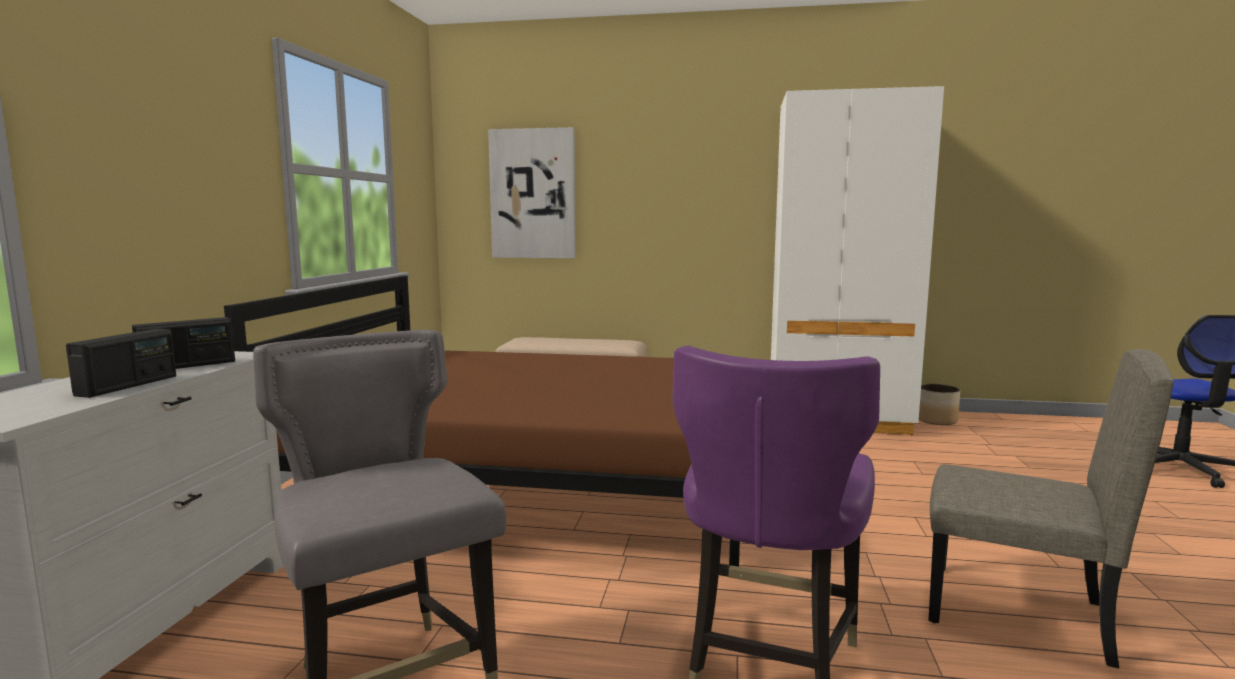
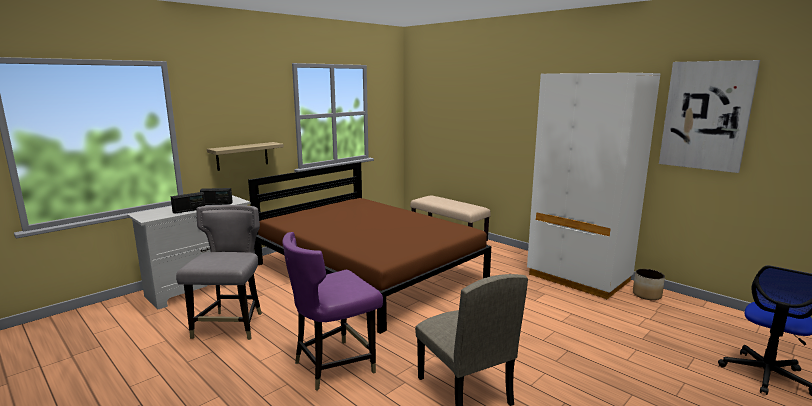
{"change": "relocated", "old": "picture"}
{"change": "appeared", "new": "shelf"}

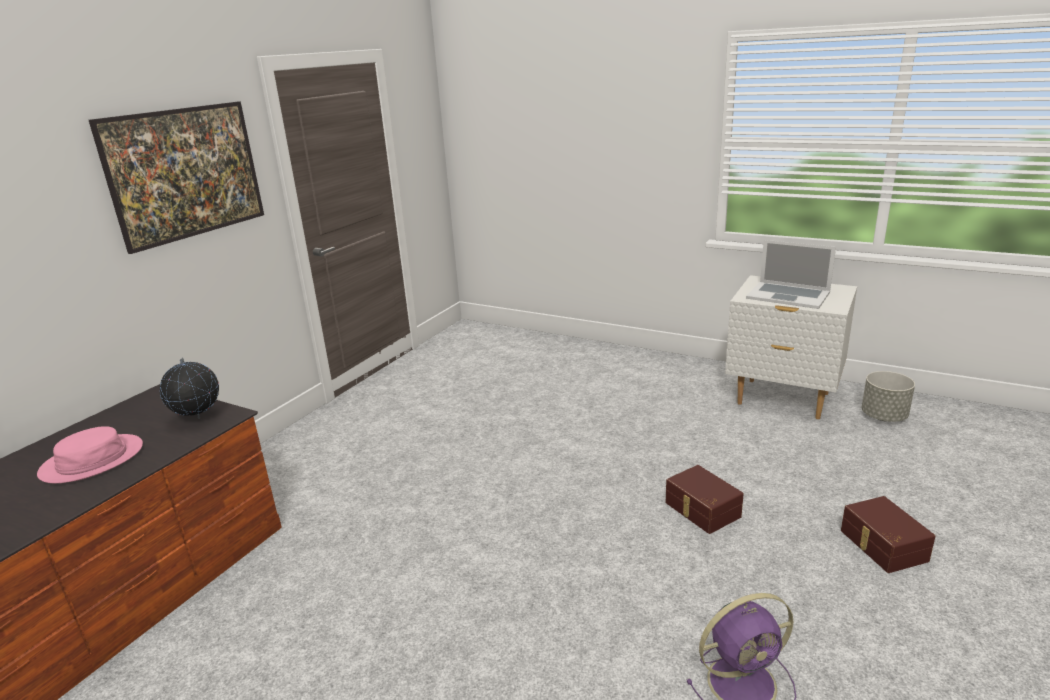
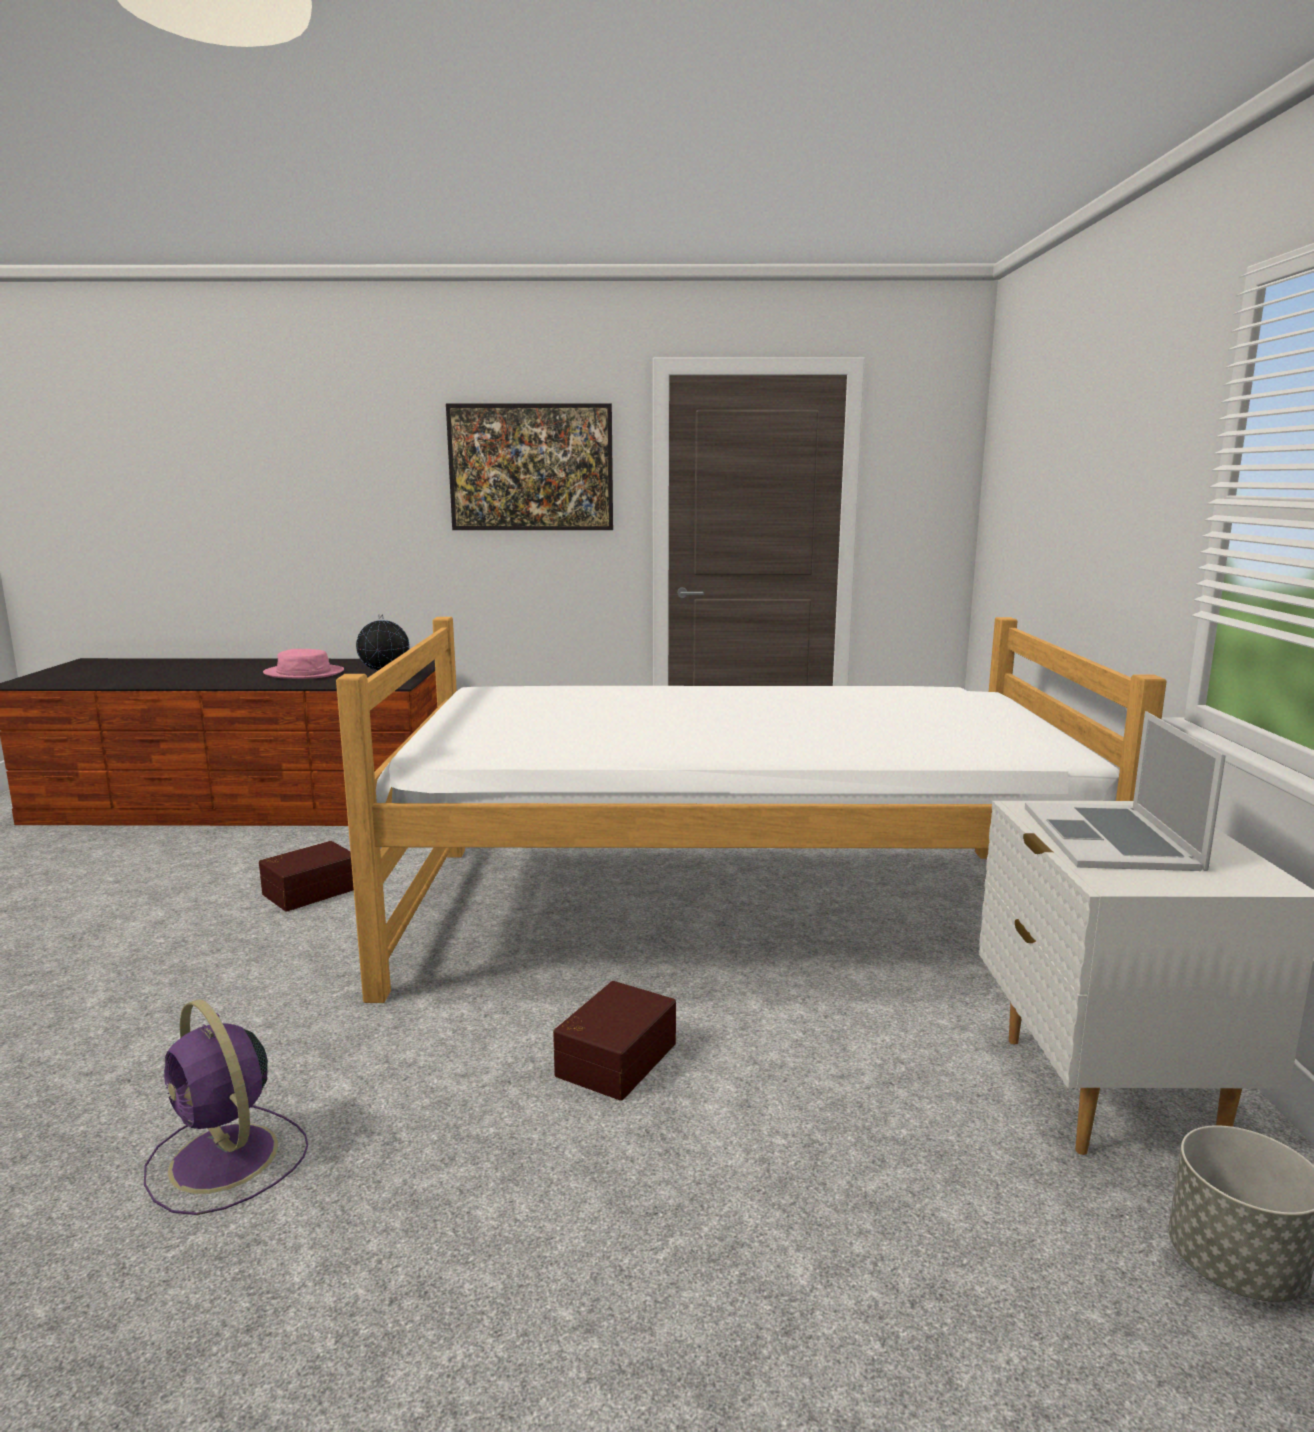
{"change": "relocated", "old": "brown_storage_box (no. 2 from left in the first image)", "new": "brown_storage_box (no. 1 from left)"}
{"change": "appeared", "new": "bed"}

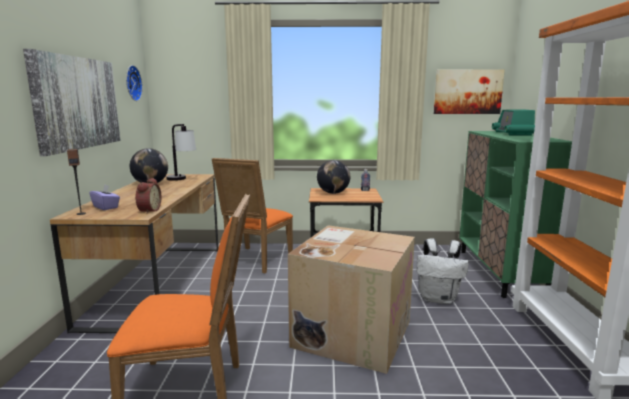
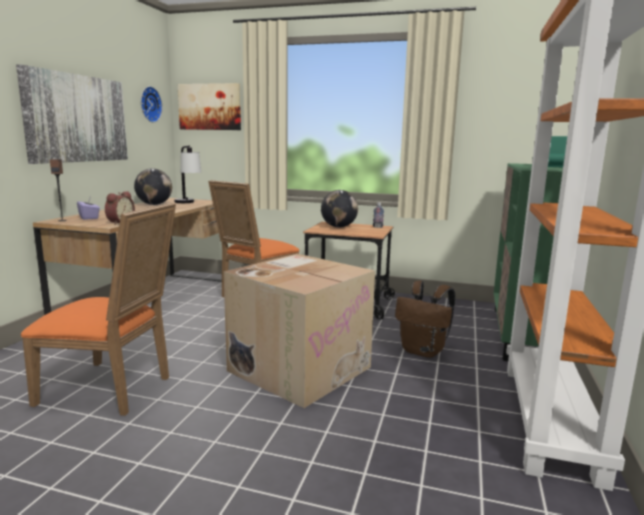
{"change": "colour", "old": "white_backpack", "new": "brown_backpack"}
{"change": "relocated", "old": "picture (no. 2 from left)"}

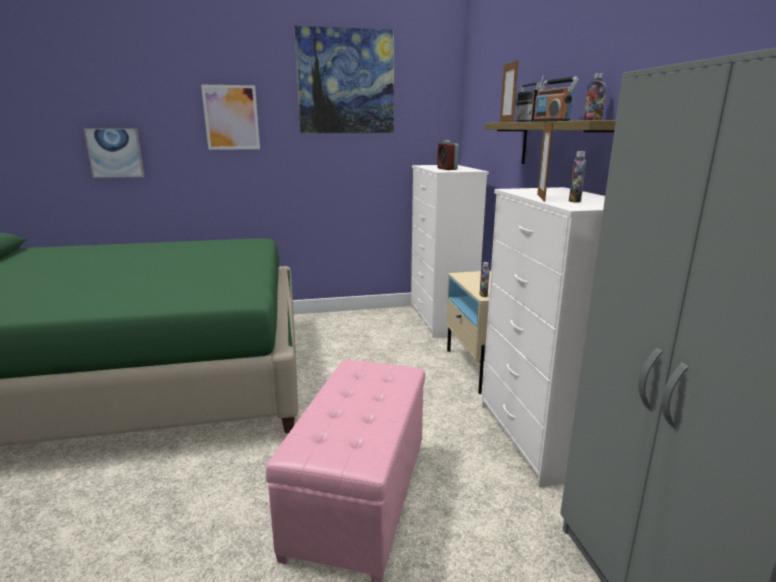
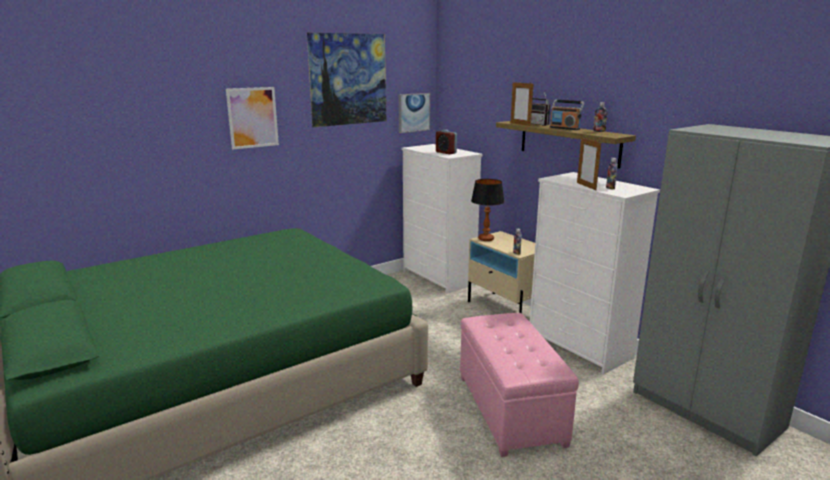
{"change": "relocated", "old": "picture (no. 1 from left in the first image)", "new": "picture (no. 3 from left)"}
{"change": "appeared", "new": "table_lamp"}

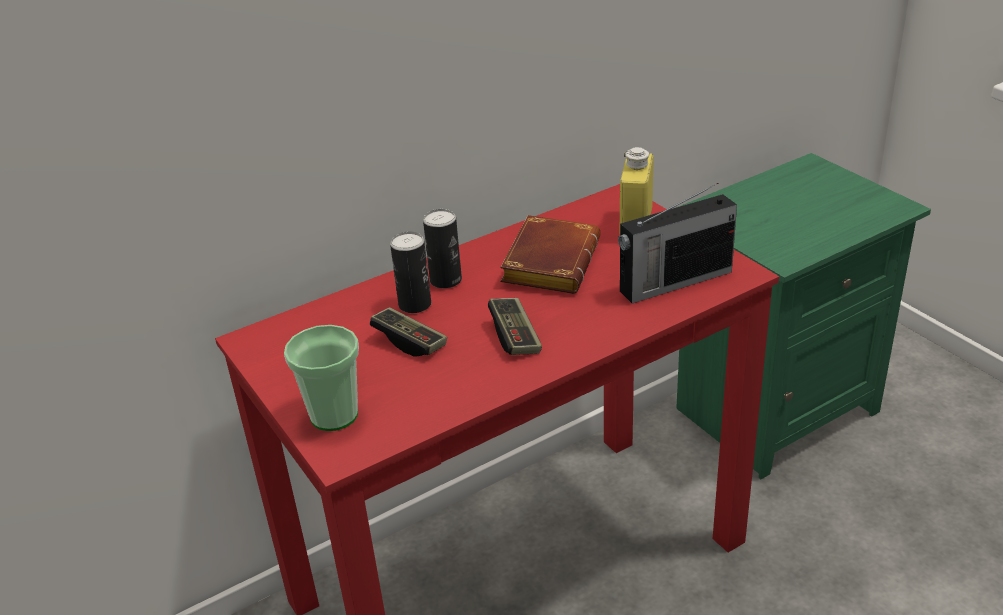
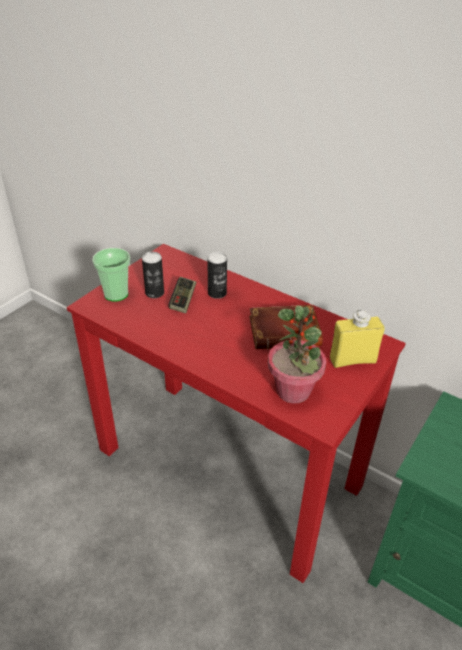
{"change": "relocated", "old": "can (no. 2 from left in the first image)", "new": "can (no. 1 from left)"}
{"change": "missing", "old": "game_controller (no. 2 from left)"}
{"change": "exchanged", "old": "radio", "new": "potted_plant"}

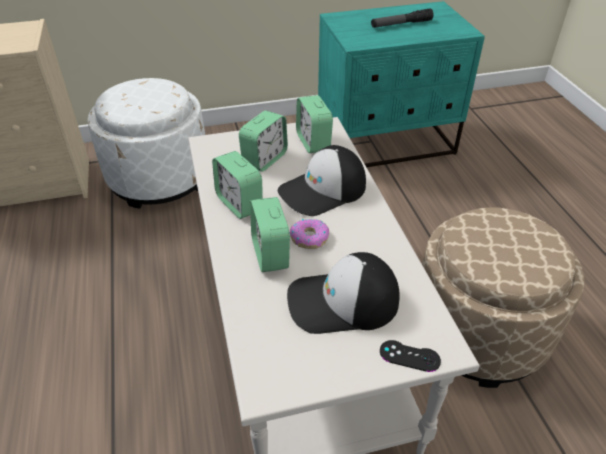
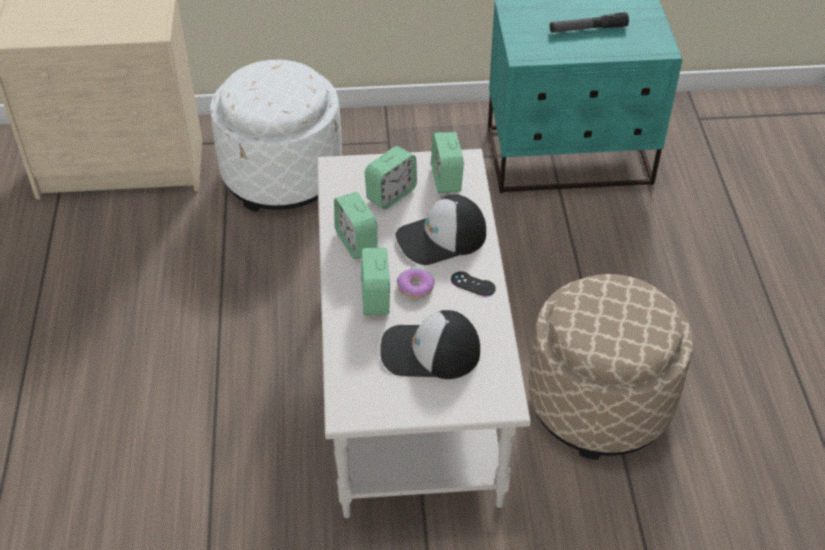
{"change": "relocated", "old": "black_game_controller"}

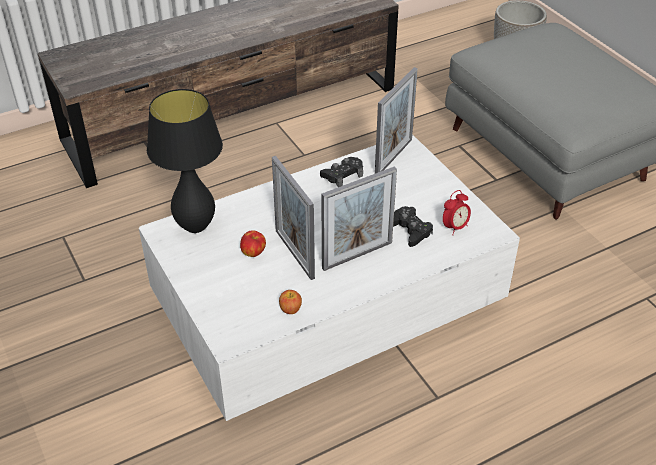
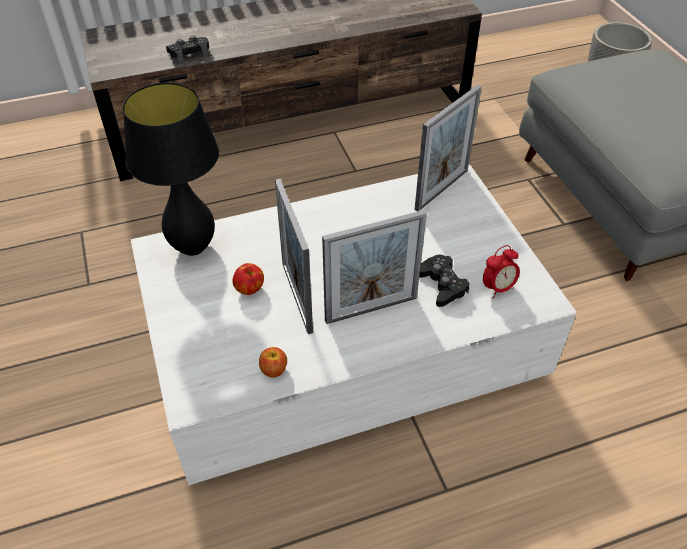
{"change": "relocated", "old": "black_game_controller (no. 1 from left)"}

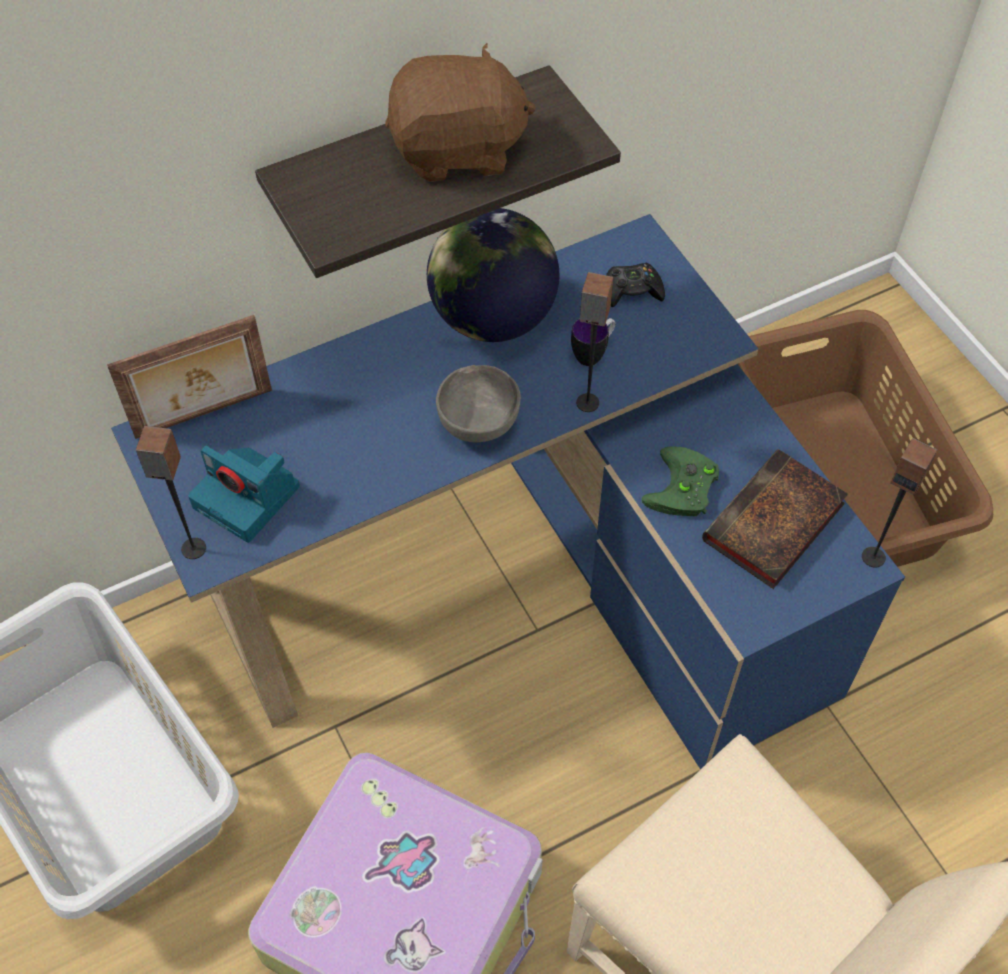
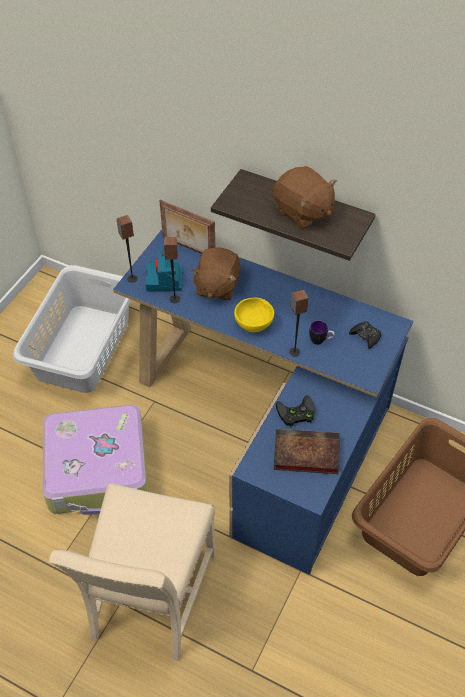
{"change": "missing", "old": "globe"}
{"change": "colour", "old": "grey_bowl", "new": "yellow_bowl"}
{"change": "colour", "old": "green_game_controller", "new": "black_game_controller (no. 1 from left)"}
{"change": "relocated", "old": "speaker (no. 3 from left in the first image)", "new": "speaker (no. 2 from left)"}
{"change": "appeared", "new": "brown_plush_toy (no. 1 from left)"}

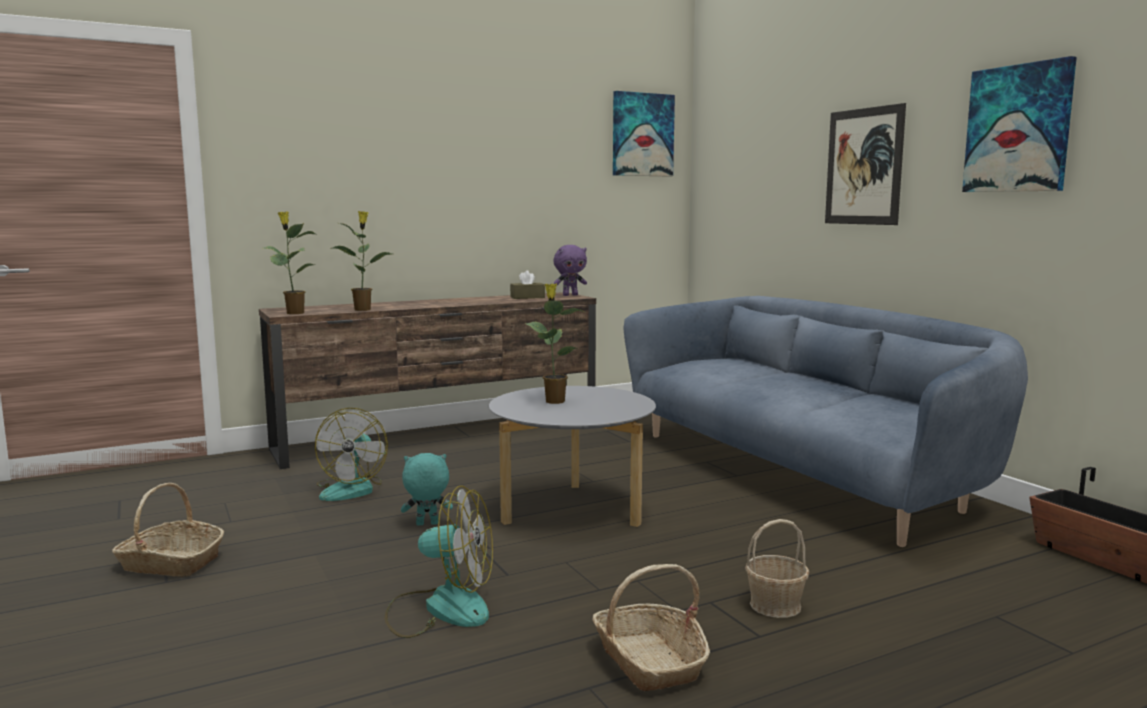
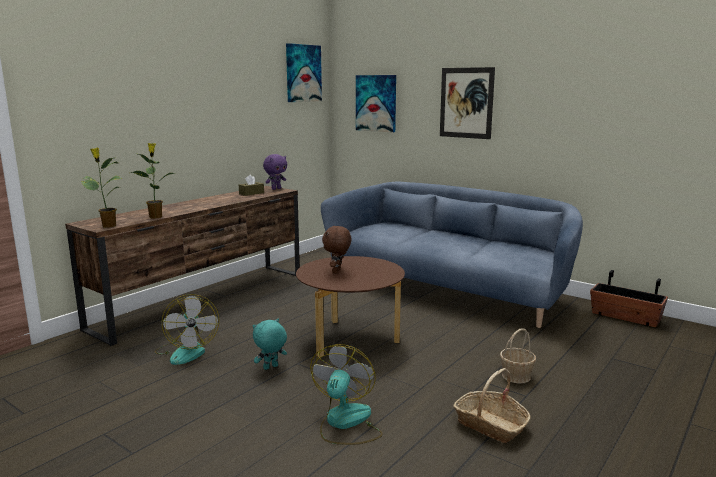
{"change": "missing", "old": "basket (no. 1 from left)"}
{"change": "spun", "old": "fan (no. 2 from left)", "degrees": -60}
{"change": "colour", "old": "grey_coffee_table", "new": "brown_coffee_table"}
{"change": "exchanged", "old": "potted_plant (no. 3 from left)", "new": "brown_plush_toy"}
{"change": "relocated", "old": "picture (no. 3 from left in the first image)", "new": "picture (no. 2 from left)"}

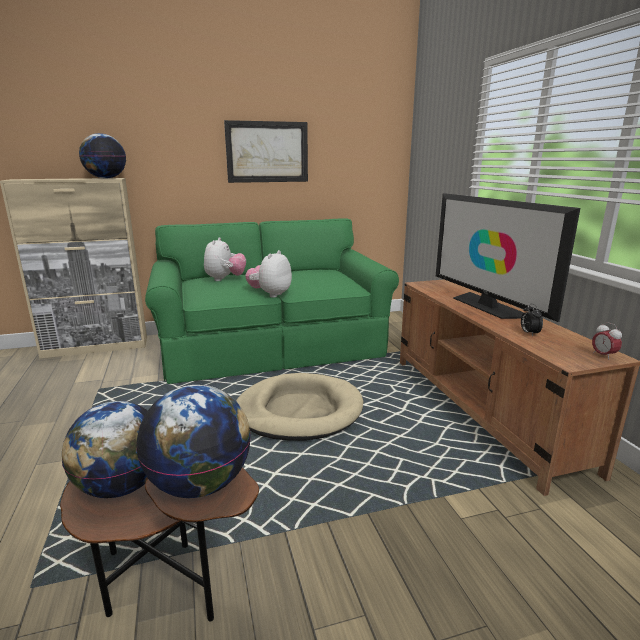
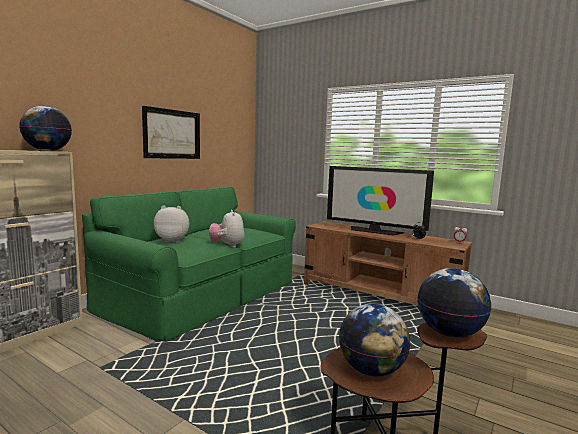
{"change": "spun", "old": "plush_toy (no. 1 from left)", "degrees": -60}
{"change": "missing", "old": "beige_dog_bed"}

